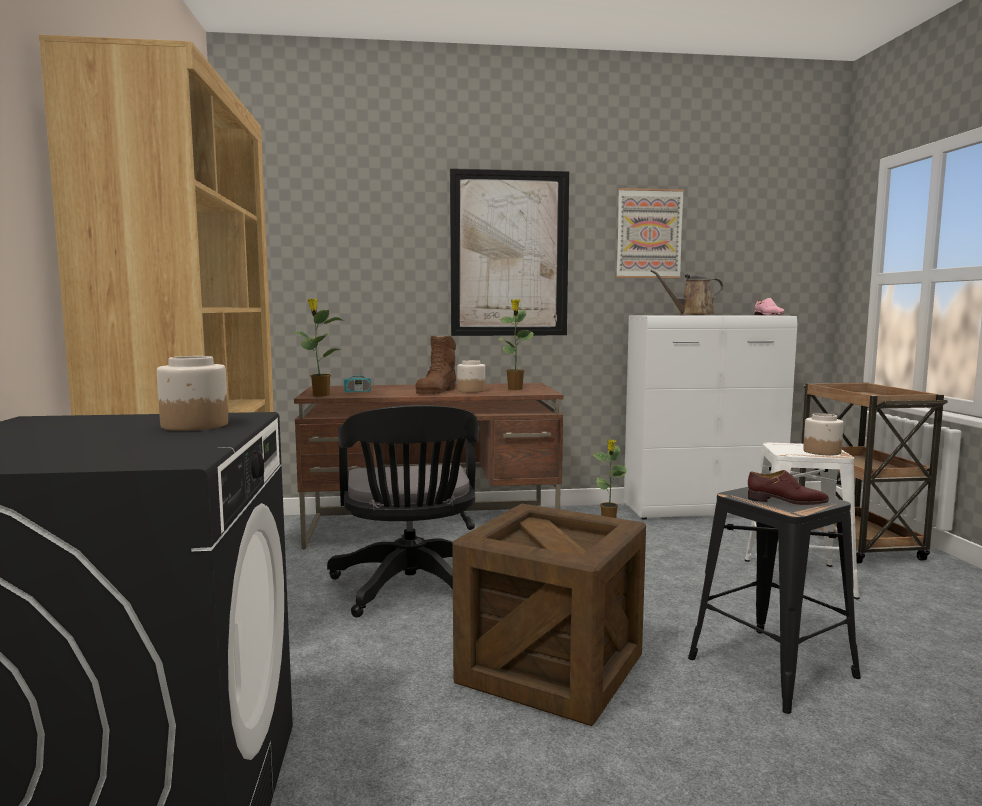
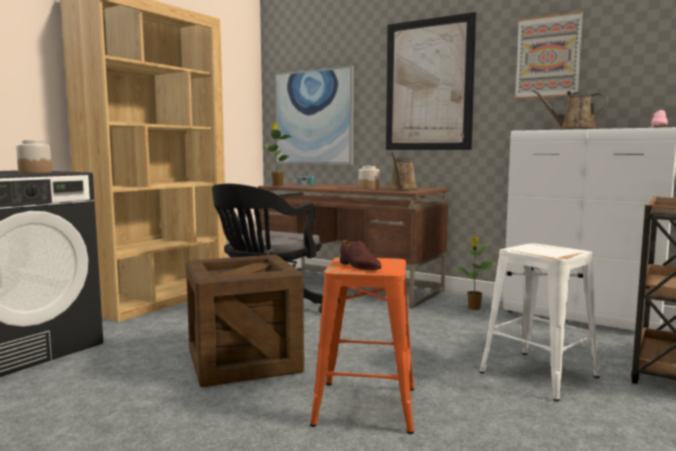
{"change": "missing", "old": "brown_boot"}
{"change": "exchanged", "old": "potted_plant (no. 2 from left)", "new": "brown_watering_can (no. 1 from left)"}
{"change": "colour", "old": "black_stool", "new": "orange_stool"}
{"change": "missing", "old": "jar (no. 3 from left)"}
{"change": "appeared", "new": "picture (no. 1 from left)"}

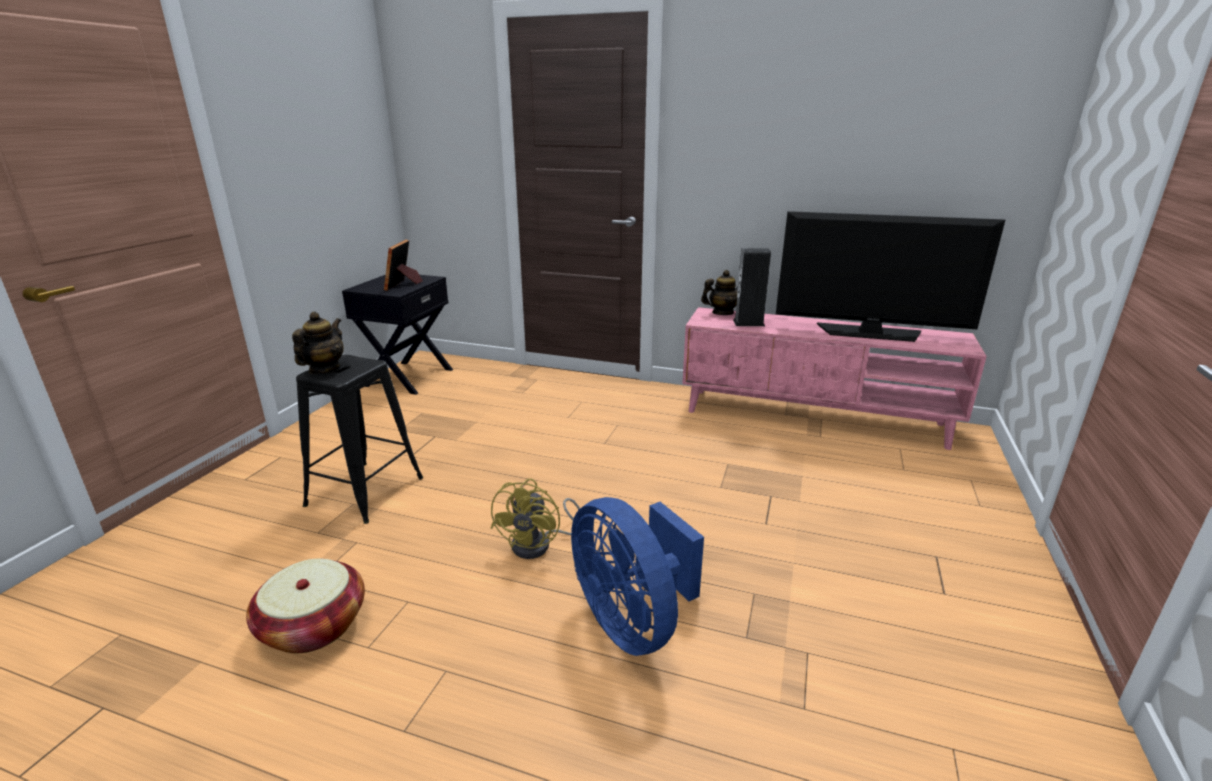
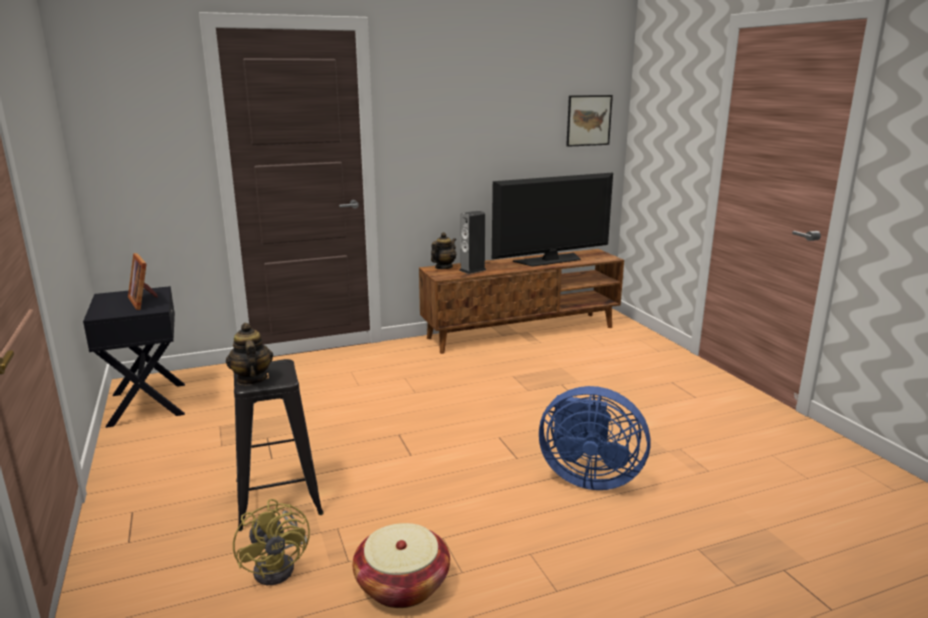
{"change": "relocated", "old": "yellow_fan"}
{"change": "colour", "old": "pink_tv_stand", "new": "brown_tv_stand"}
{"change": "appeared", "new": "picture"}

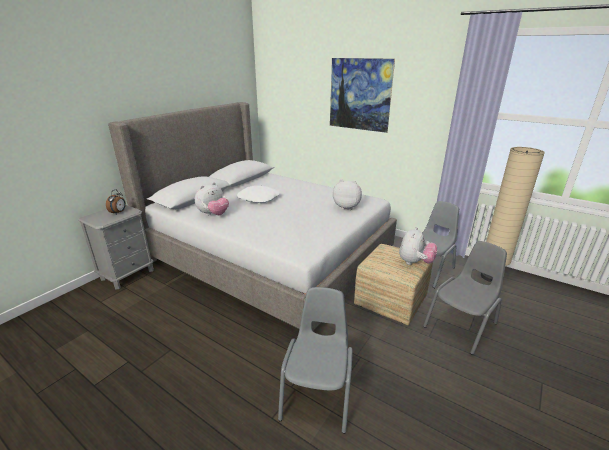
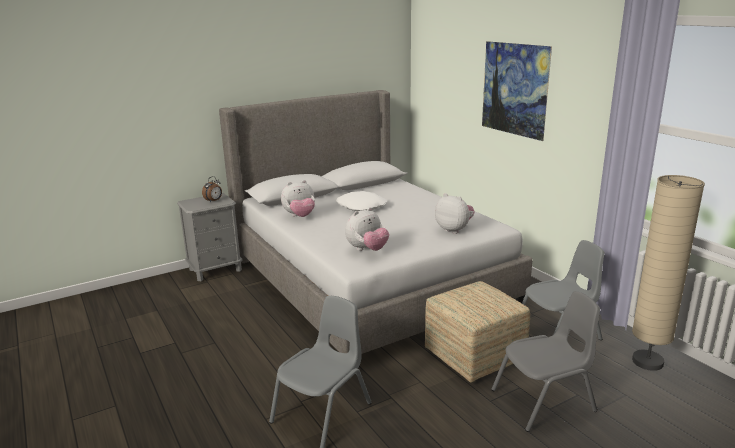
{"change": "relocated", "old": "plush_toy (no. 3 from left in the first image)", "new": "plush_toy (no. 2 from left)"}

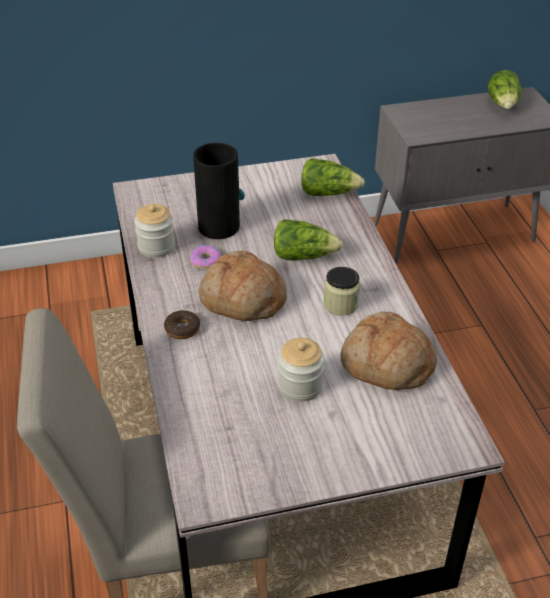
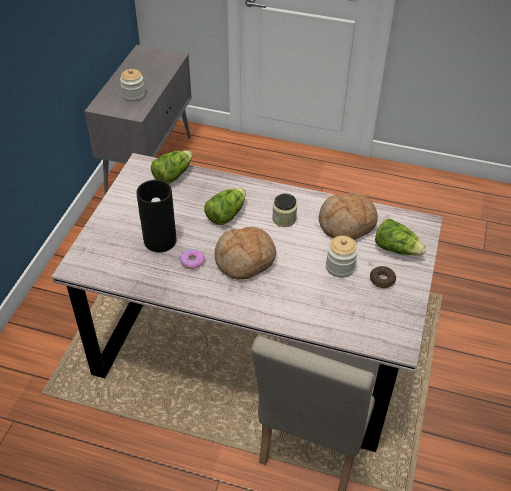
{"change": "relocated", "old": "jar (no. 1 from left)"}
{"change": "relocated", "old": "donut (no. 1 from left in the first image)", "new": "donut (no. 2 from left)"}
{"change": "relocated", "old": "lettuce (no. 3 from left)"}

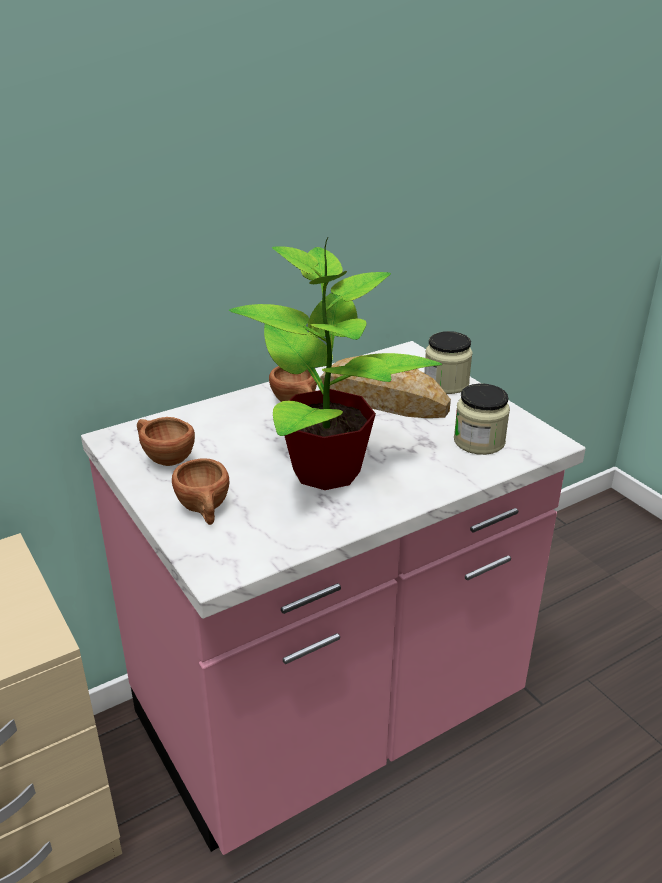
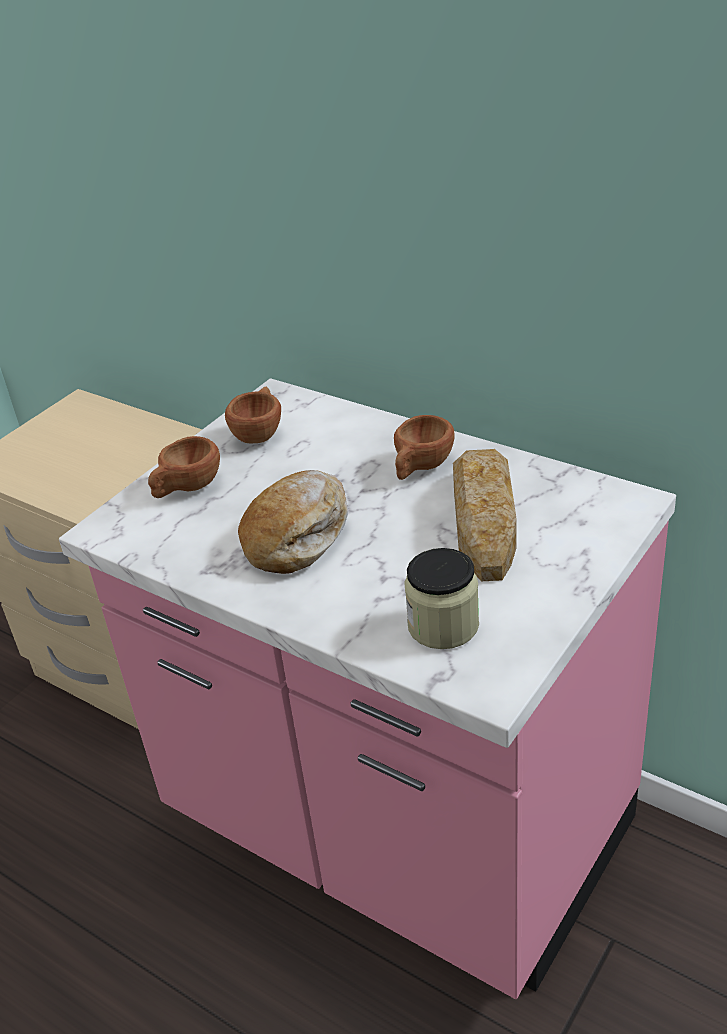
{"change": "exchanged", "old": "potted_plant", "new": "bread (no. 1 from left)"}
{"change": "missing", "old": "jar (no. 1 from left)"}

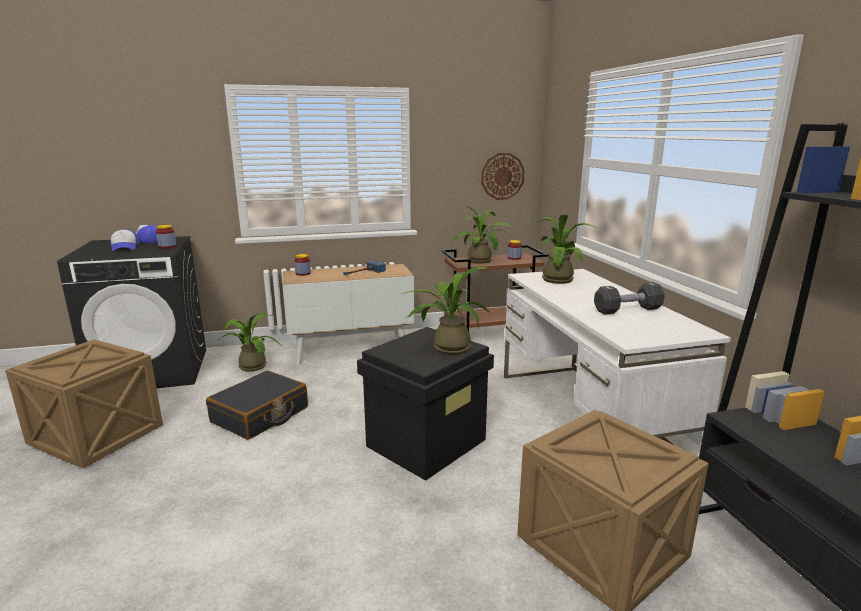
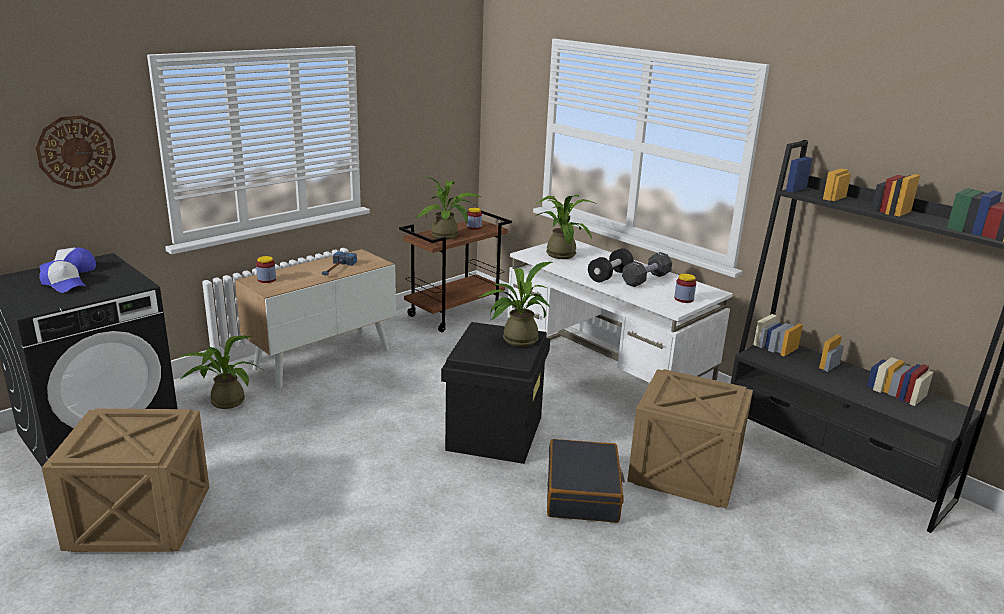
{"change": "relocated", "old": "jar (no. 1 from left in the first image)", "new": "jar (no. 3 from left)"}
{"change": "relocated", "old": "black_suitcase"}
{"change": "relocated", "old": "wall_clock"}
{"change": "appeared", "new": "black_dumbbell (no. 1 from left)"}

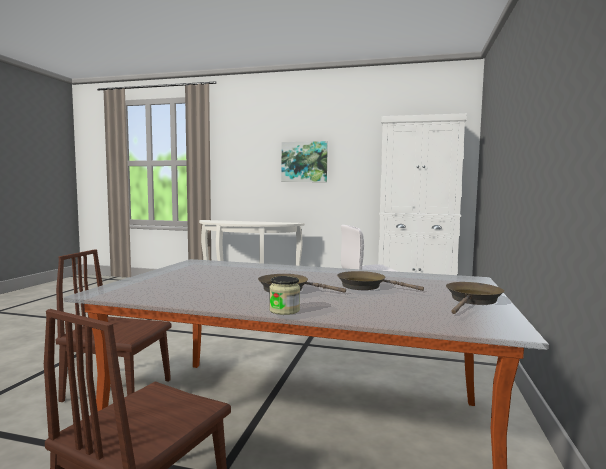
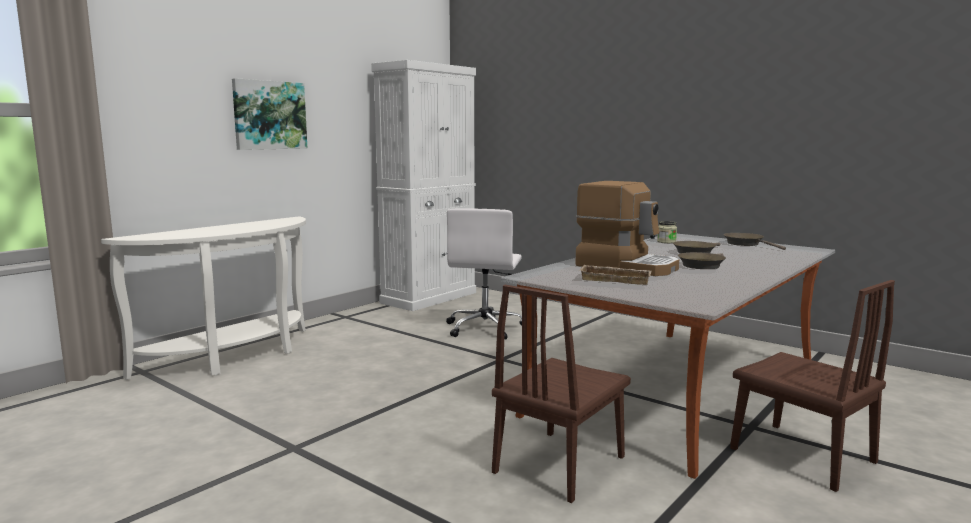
{"change": "relocated", "old": "jar"}
{"change": "appeared", "new": "coffee_machine"}
{"change": "appeared", "new": "beige_tray"}

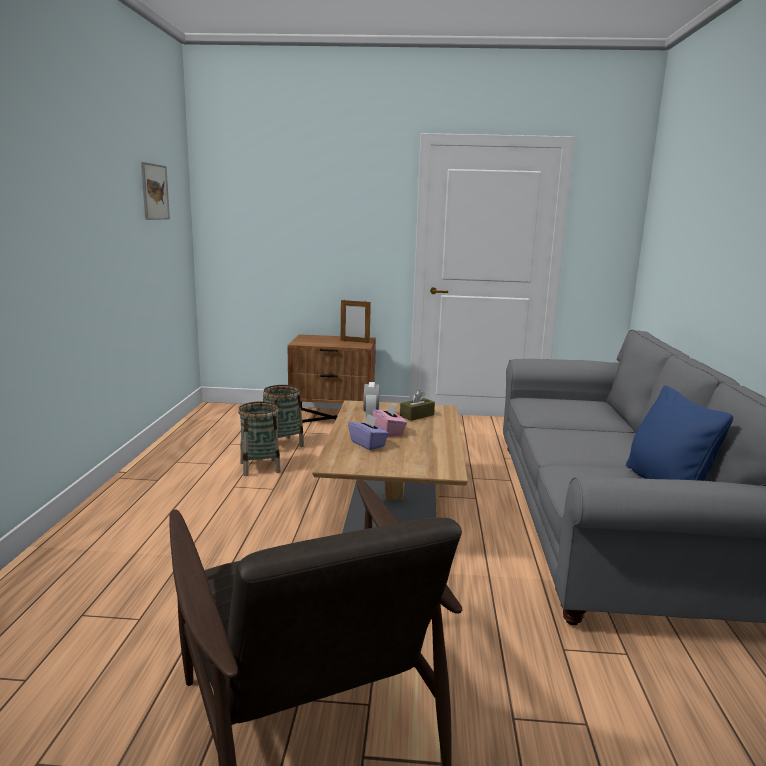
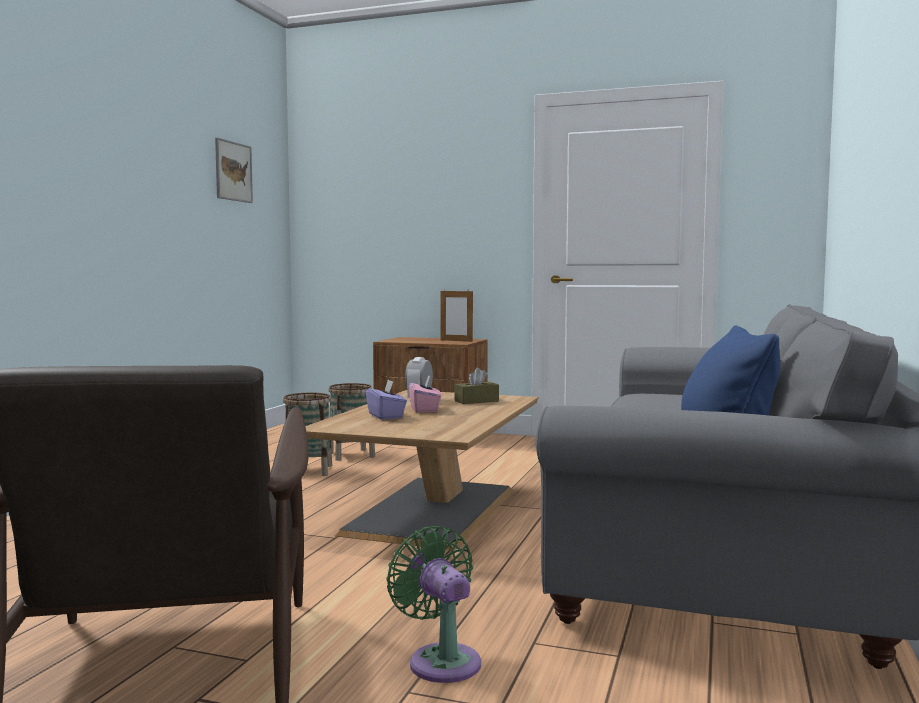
{"change": "appeared", "new": "green_fan"}

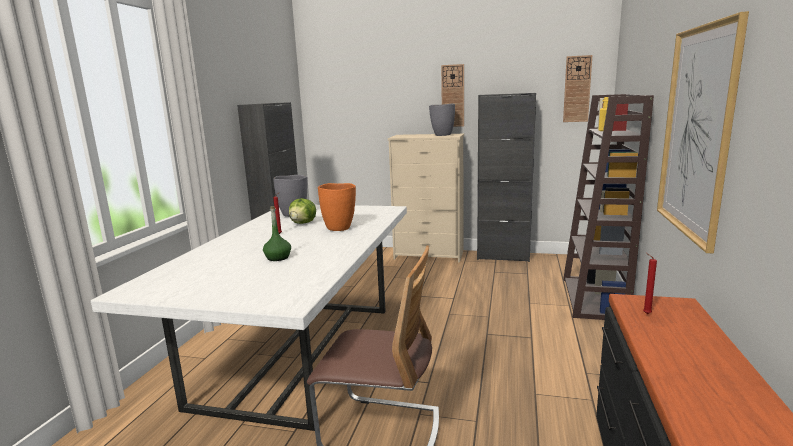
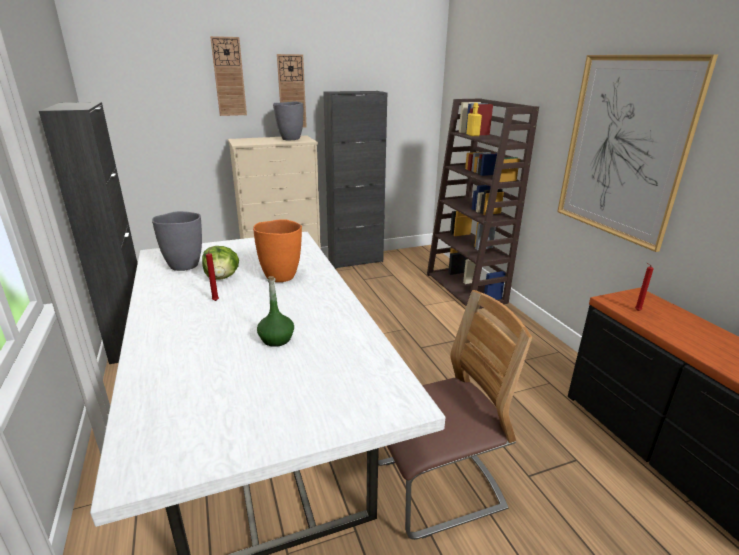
{"change": "relocated", "old": "wall_clock (no. 2 from left in the first image)", "new": "wall_clock (no. 1 from left)"}

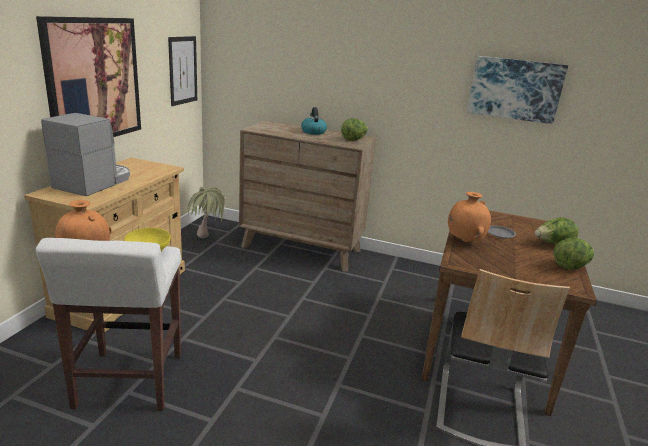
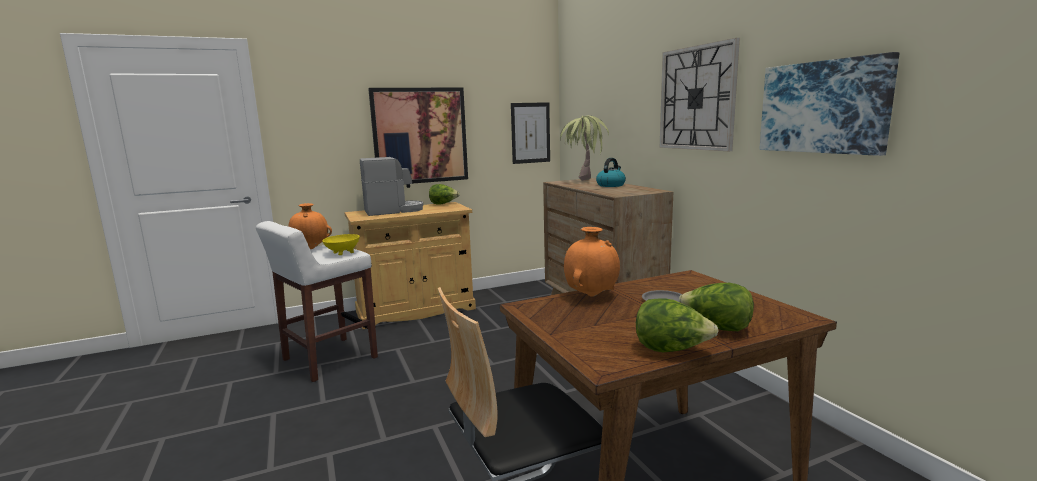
{"change": "relocated", "old": "potted_plant"}
{"change": "relocated", "old": "lettuce (no. 1 from left)"}
{"change": "appeared", "new": "wall_clock"}

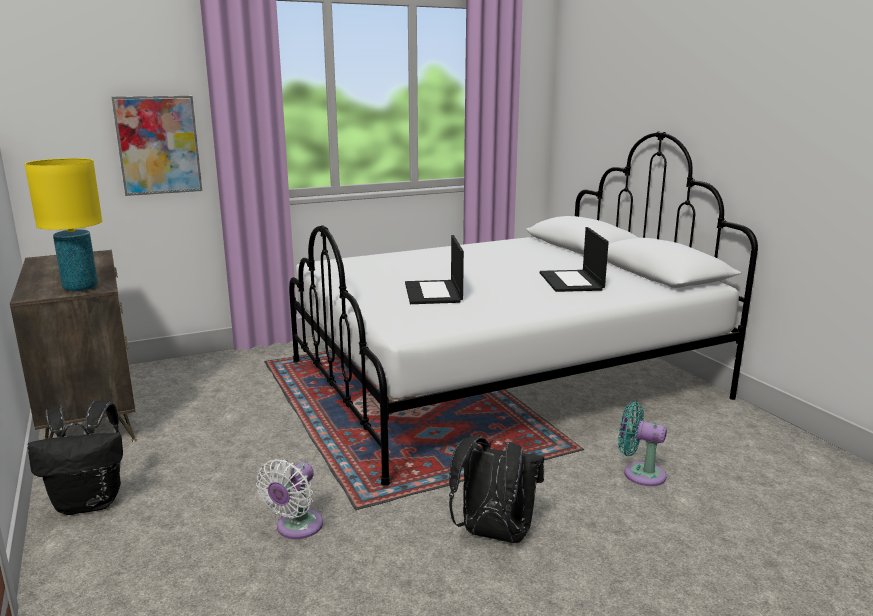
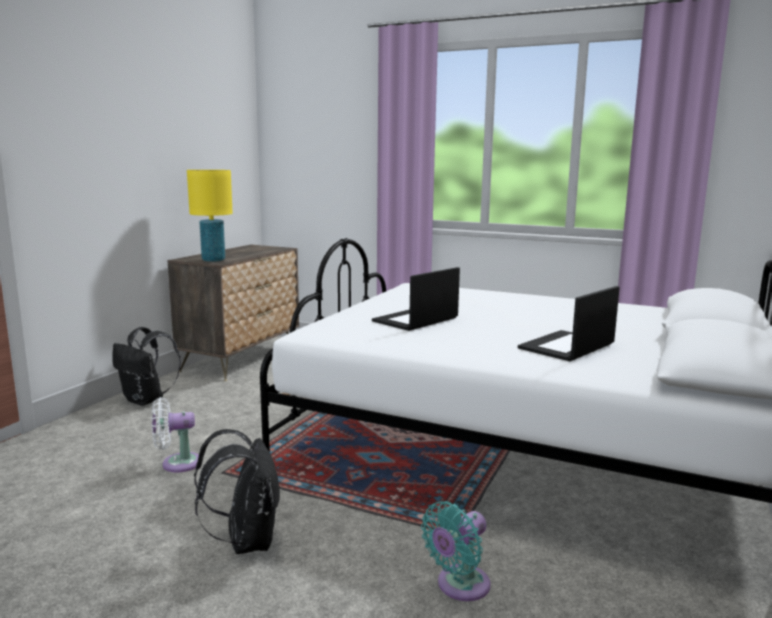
{"change": "missing", "old": "picture"}
{"change": "spun", "old": "turquoise_fan", "degrees": -120}

